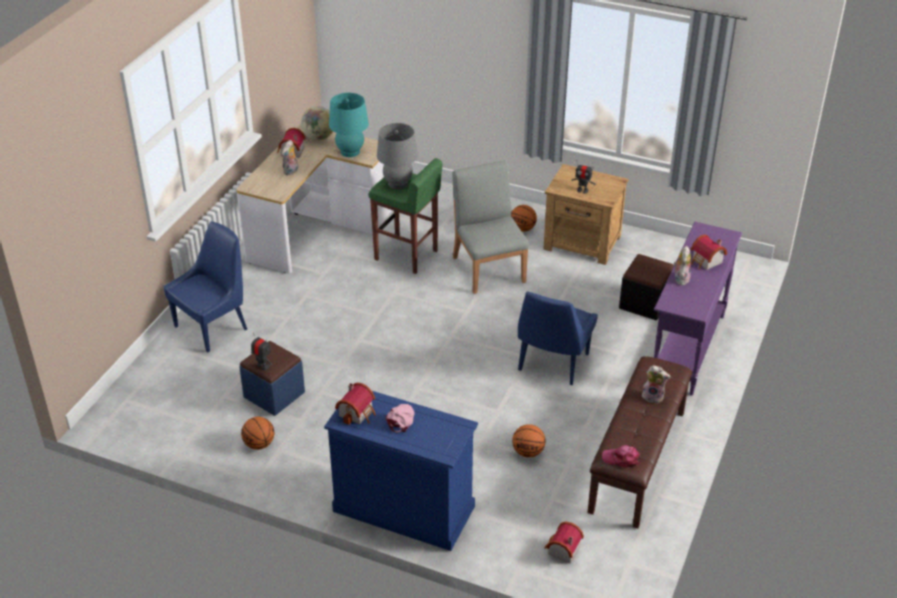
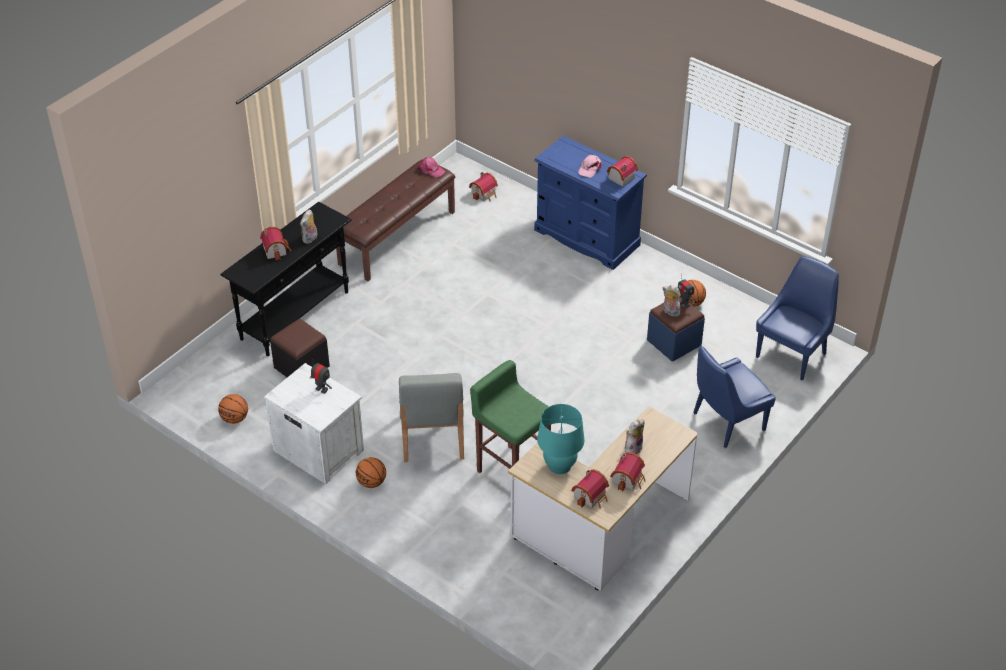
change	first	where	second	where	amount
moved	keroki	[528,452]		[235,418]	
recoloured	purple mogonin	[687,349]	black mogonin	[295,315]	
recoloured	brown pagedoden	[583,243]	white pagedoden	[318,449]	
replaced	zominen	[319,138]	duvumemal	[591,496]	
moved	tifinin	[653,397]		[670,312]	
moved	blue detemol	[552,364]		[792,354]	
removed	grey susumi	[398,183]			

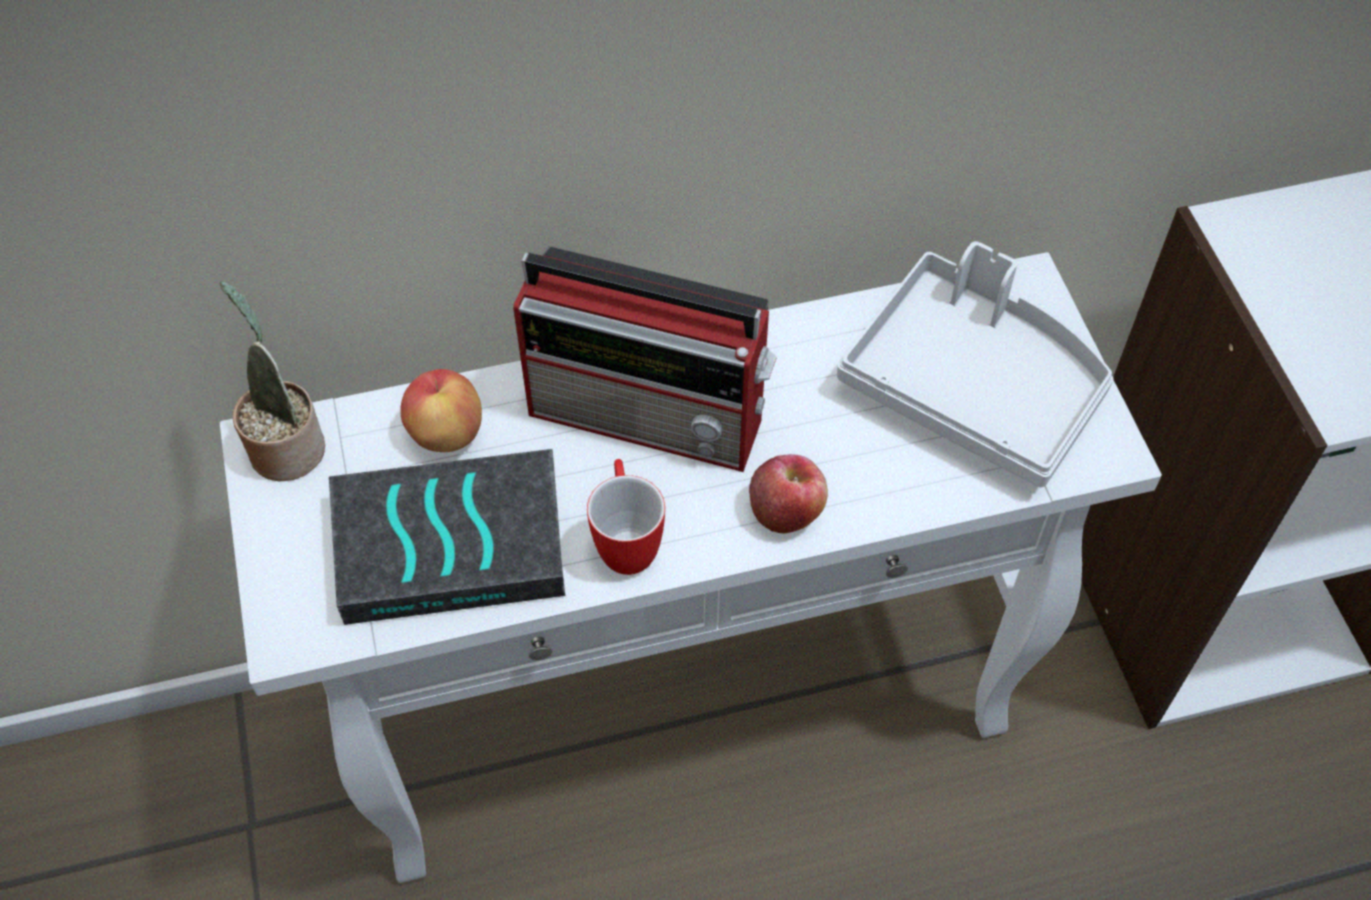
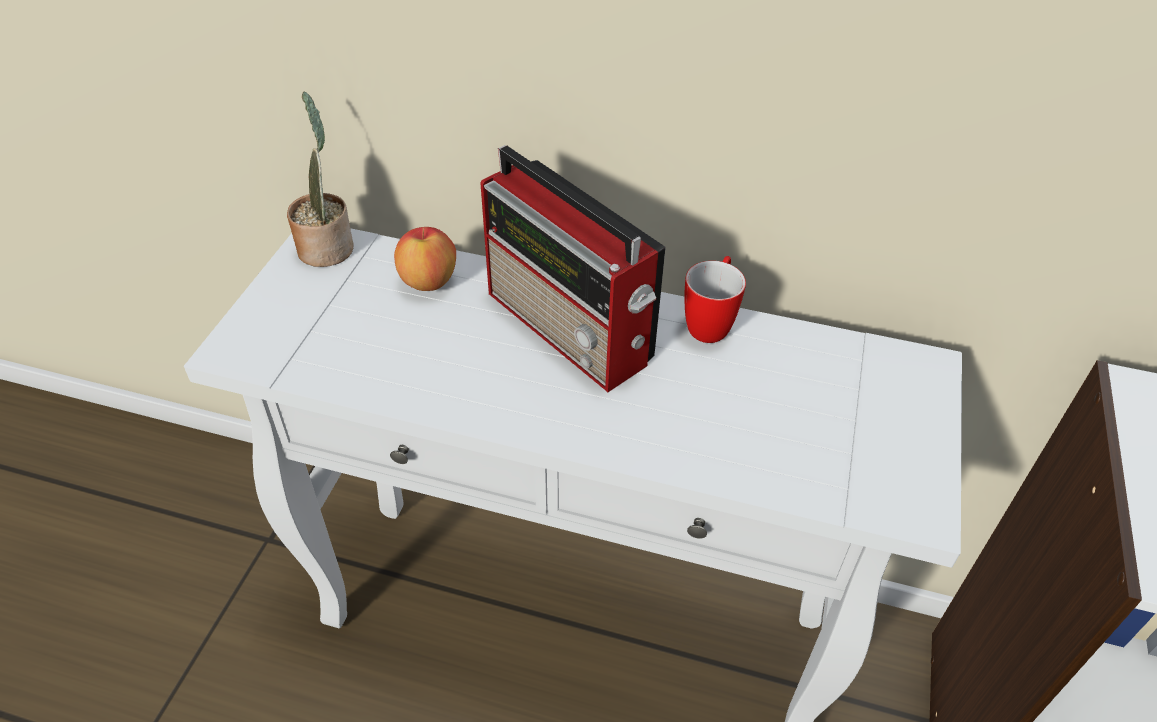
change	first	where	second	where	amount
moved	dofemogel	[626,540]		[711,322]	
removed	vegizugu	[453,542]			
removed	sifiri	[786,511]			
removed	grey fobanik	[974,386]			

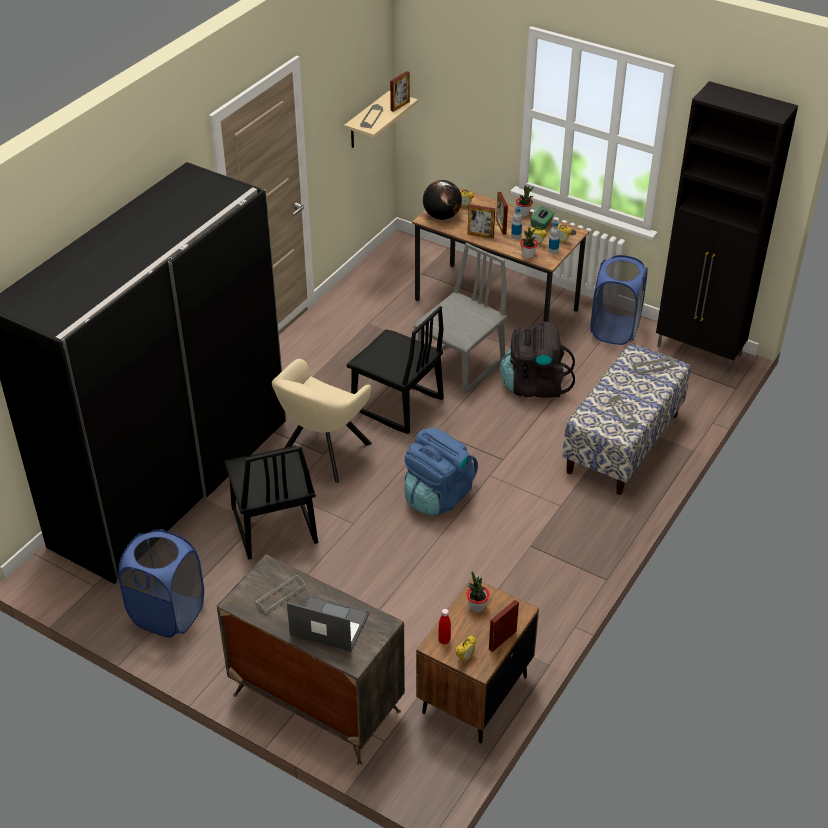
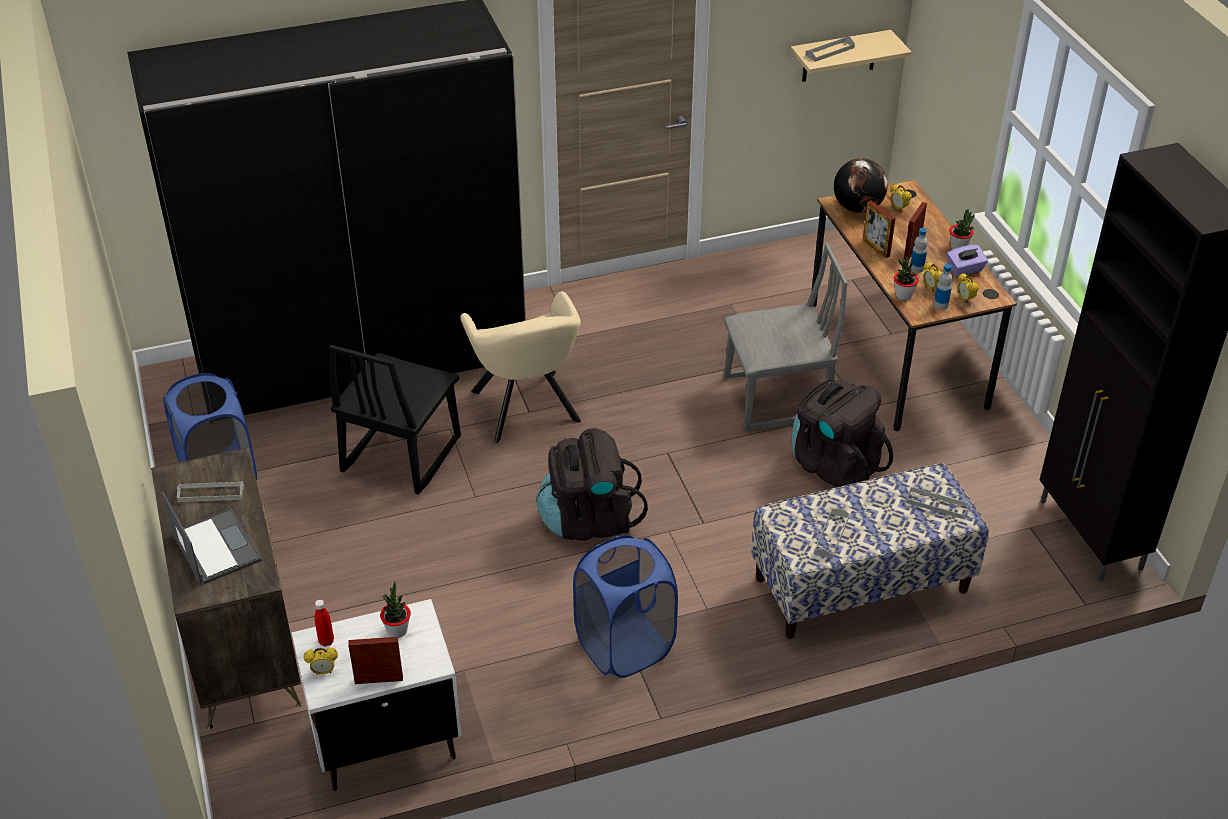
change	first	where	second	where	amount
recoloured	brown pagedoden	[474,695]	white pagedoden	[384,739]	
turned	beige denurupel	[321,453]		[527,410]	90 degrees counterclockwise
recoloured	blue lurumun	[437,496]	black lurumun	[589,520]	
moved	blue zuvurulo	[615,330]		[624,647]	
recoloured	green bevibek	[542,225]	purple bevibek	[965,270]	
removed	black detemol	[397,405]			
removed	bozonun	[400,106]			

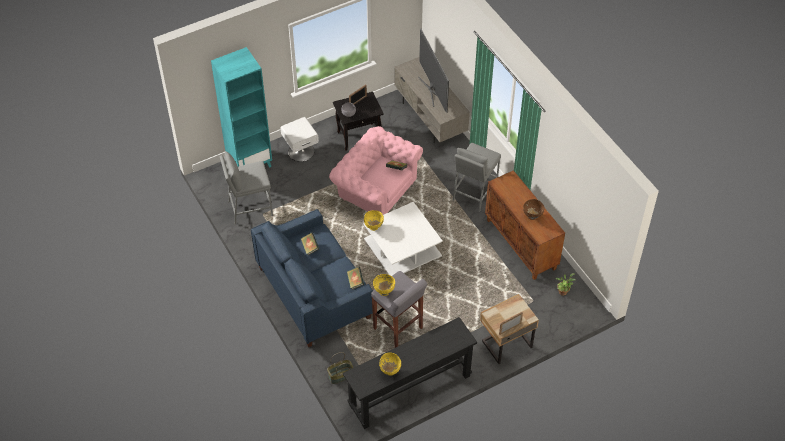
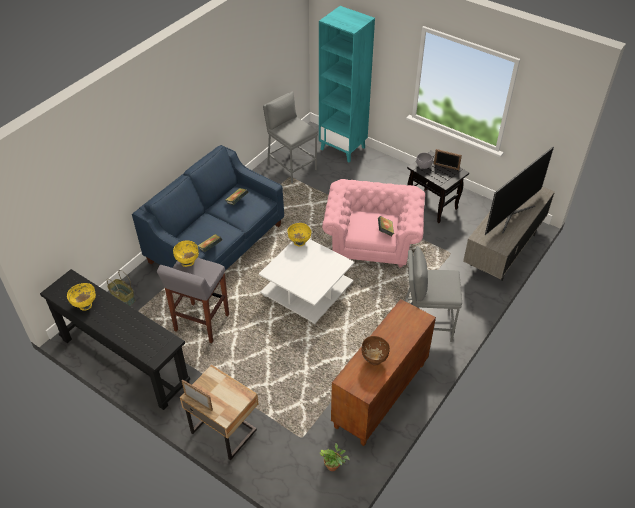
change	first	where	second	where	amount
removed	white pagedoden	[301,151]			

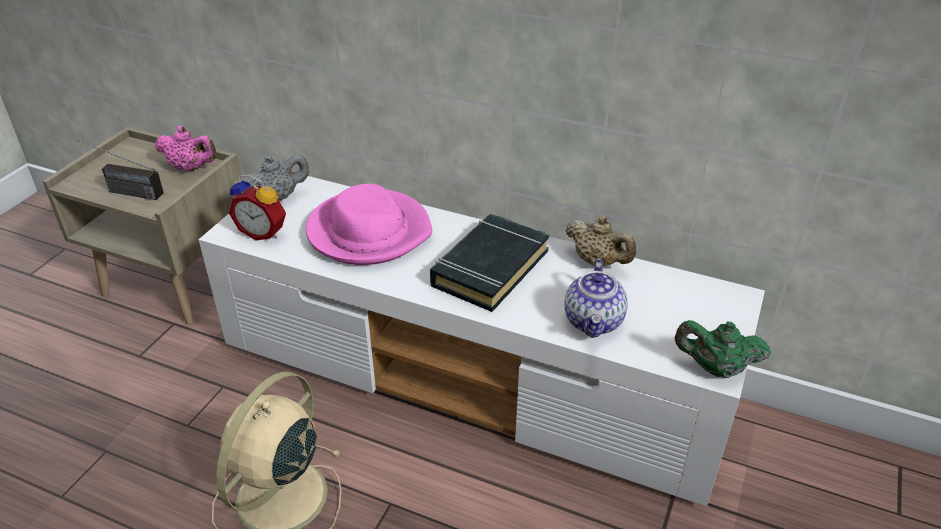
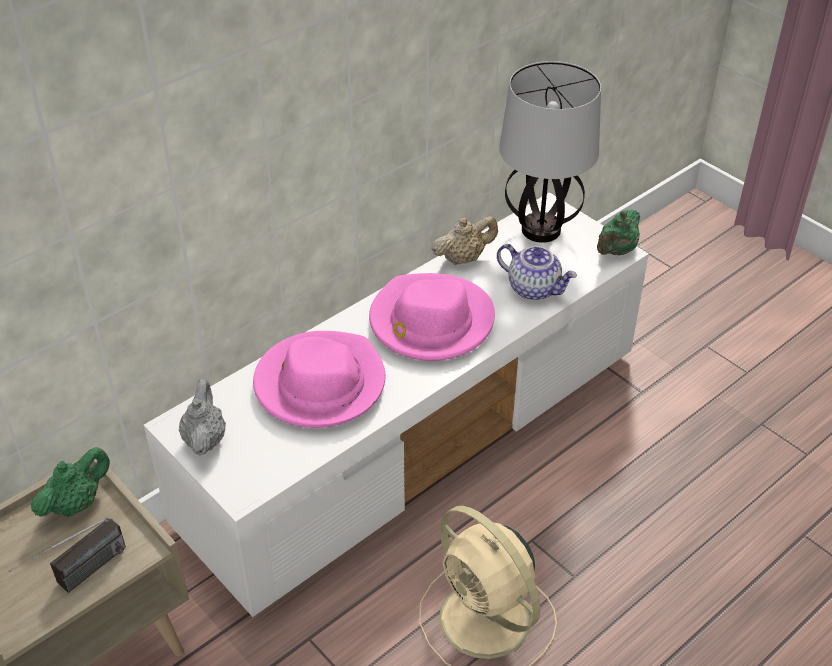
change	first	where	second	where	amount
recoloured	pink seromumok	[191,168]	green seromumok	[76,503]	
replaced	black vegizugu	[489,268]	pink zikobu	[430,322]	
added			susumi	[542,230]	
removed	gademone	[264,232]			

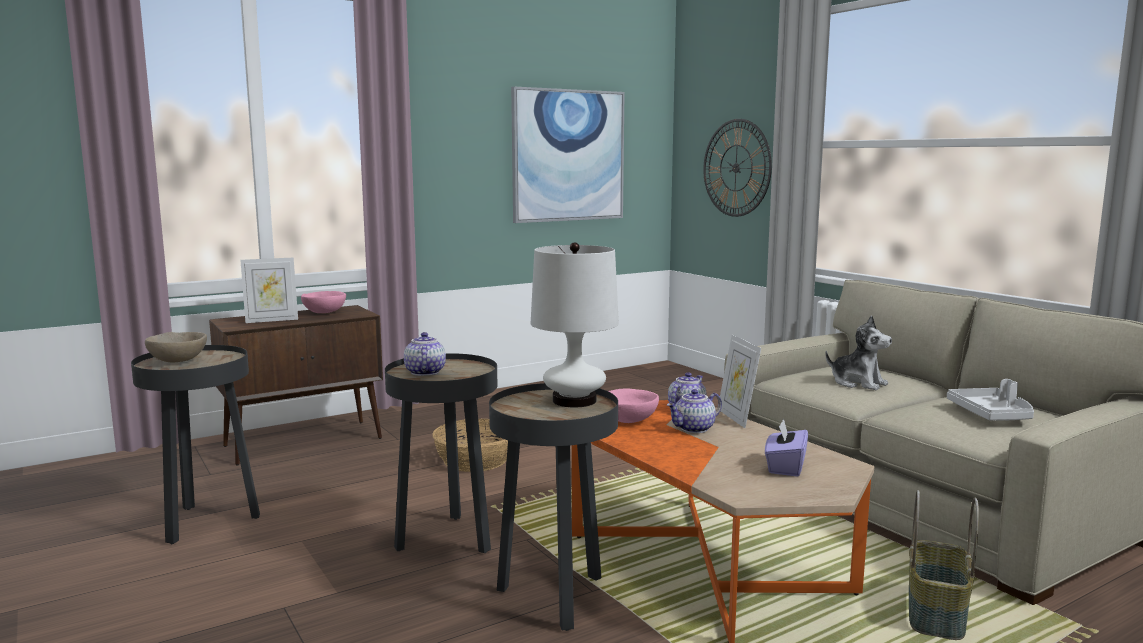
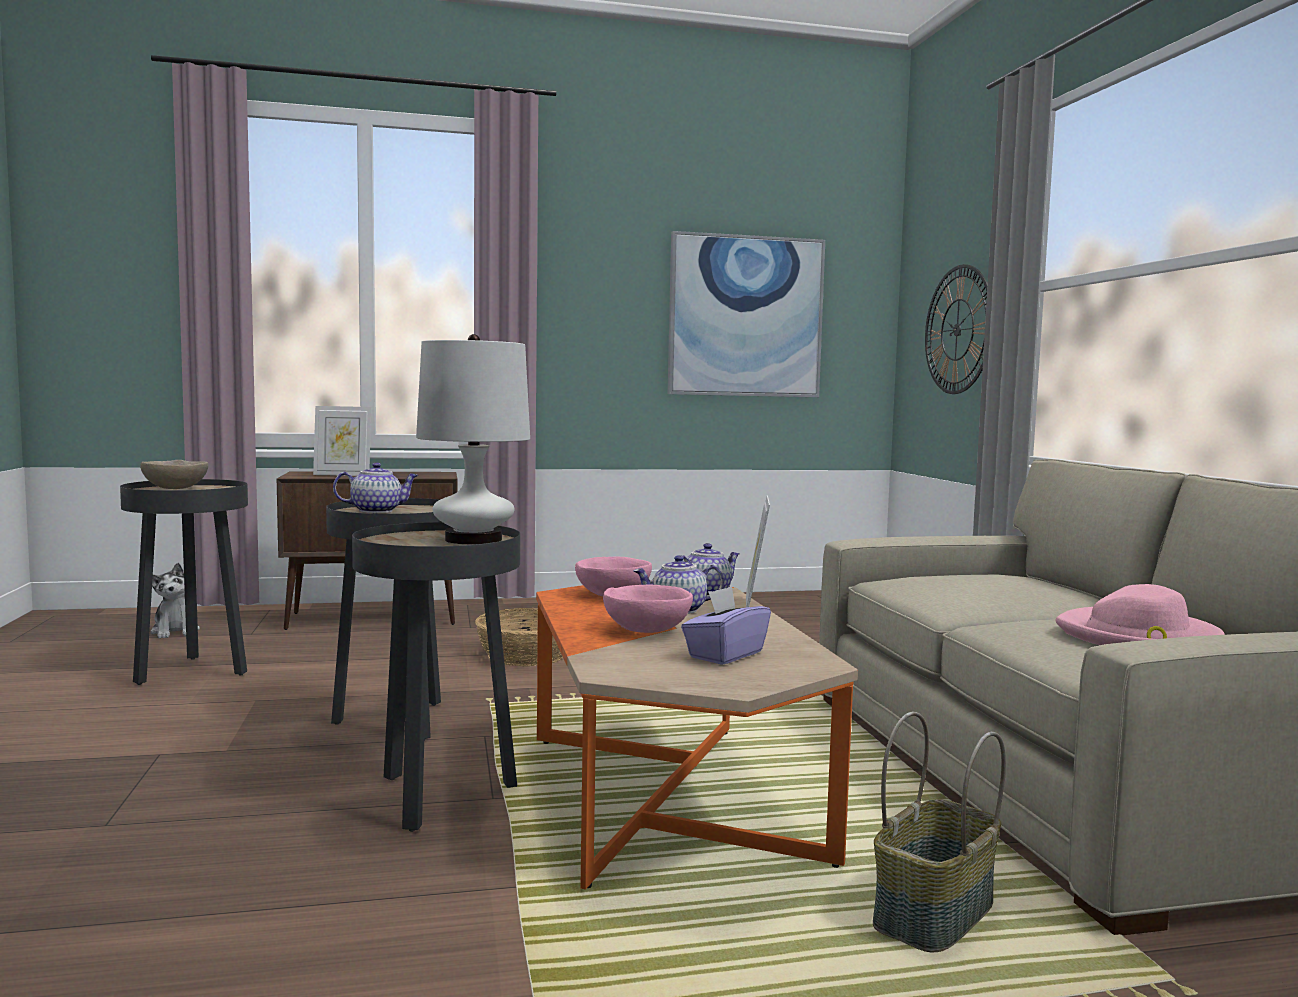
change	first	where	second	where	amount
moved	tifinin	[858,383]		[175,631]	
turned	seromumok	[424,372]		[377,511]	60 degrees clockwise
moved	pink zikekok	[325,312]		[648,630]	
replaced	grey fobanik	[991,415]	pink zikobu	[1139,638]	

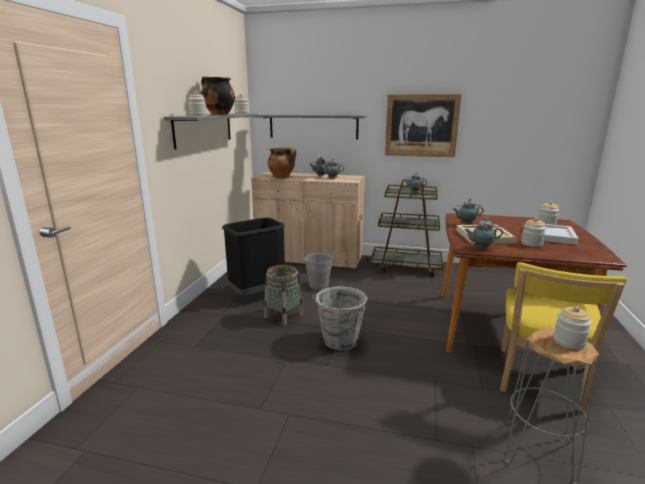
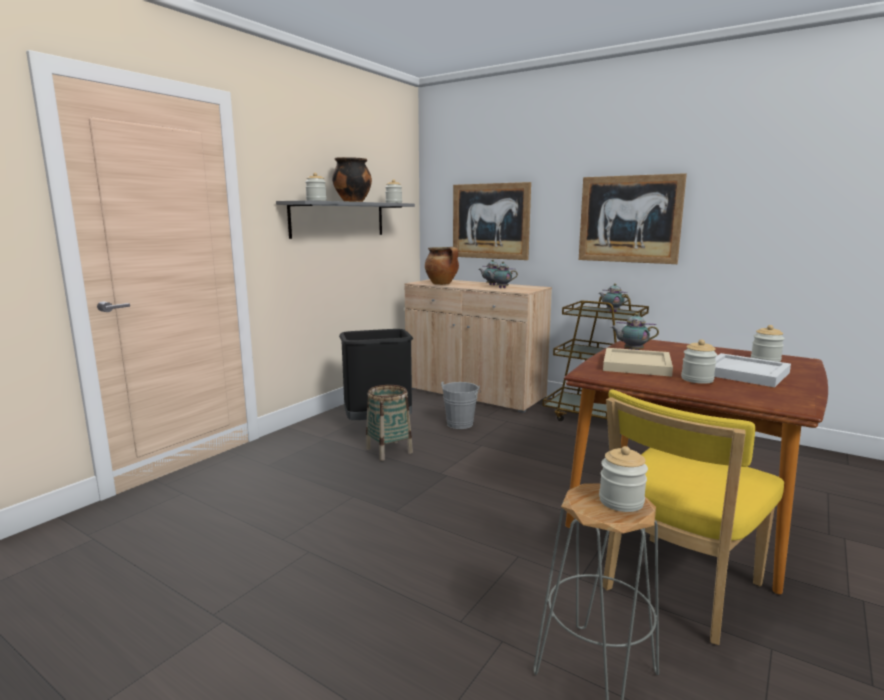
change	first	where	second	where	amount
replaced	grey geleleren	[313,126]	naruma	[490,221]	
removed	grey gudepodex	[339,341]			
removed	seromumok	[480,248]			

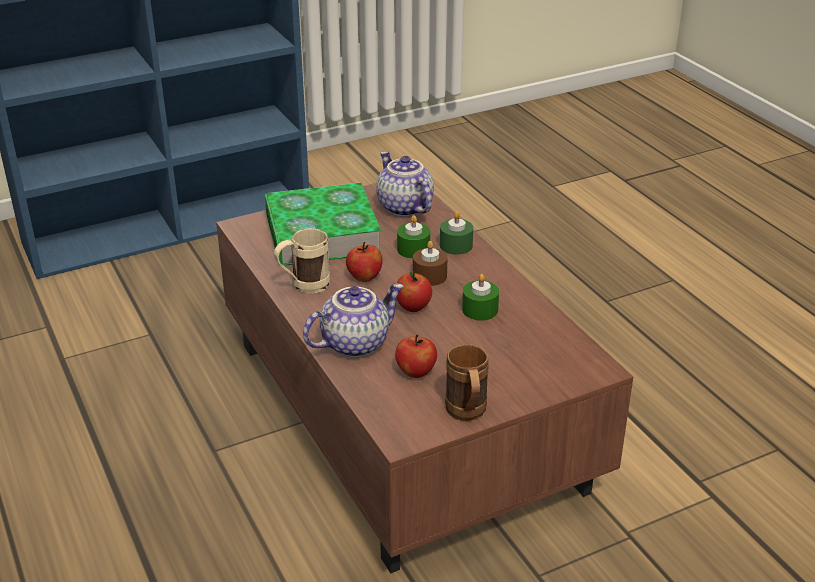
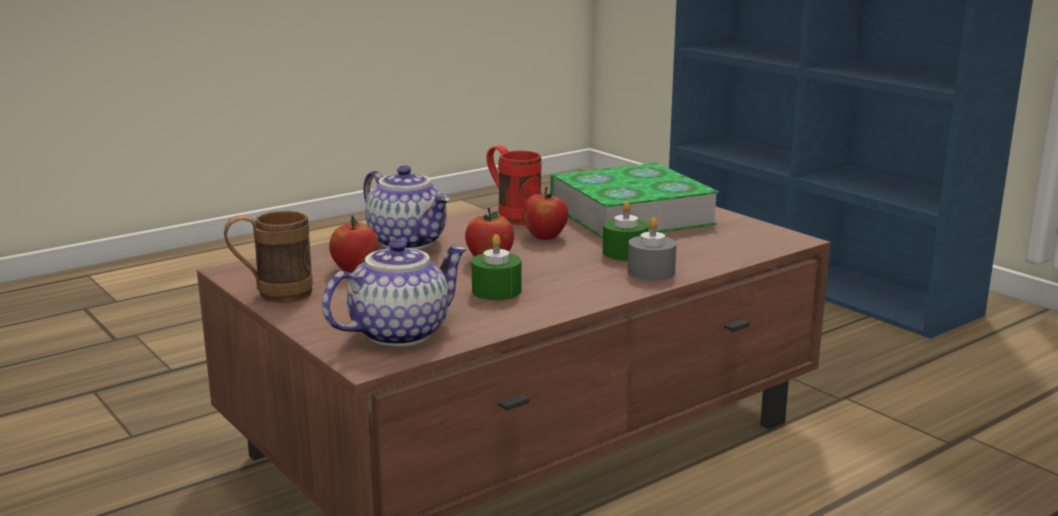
change	first	where	second	where	amount
moved	seromumok	[403,207]		[399,332]	
recoloured	beige dofemogel	[303,287]	red dofemogel	[512,216]	
recoloured	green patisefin	[456,245]	grey patisefin	[651,272]	
removed	brown patisefin	[429,276]			

